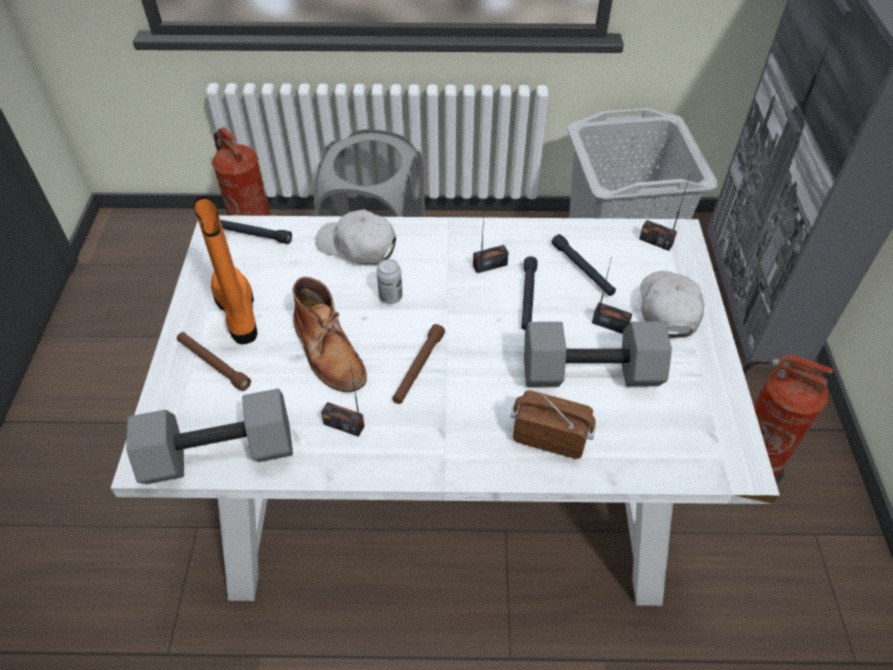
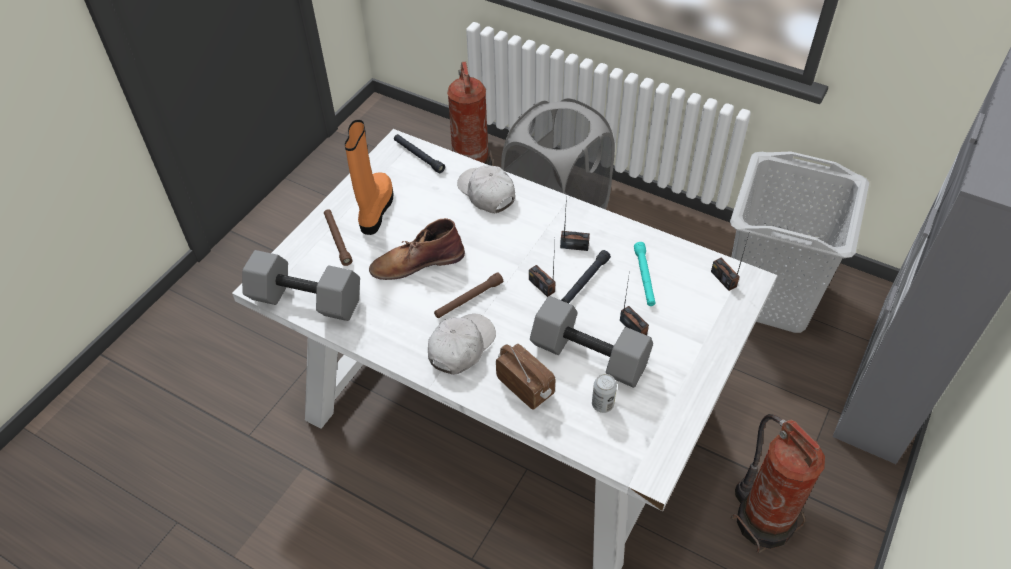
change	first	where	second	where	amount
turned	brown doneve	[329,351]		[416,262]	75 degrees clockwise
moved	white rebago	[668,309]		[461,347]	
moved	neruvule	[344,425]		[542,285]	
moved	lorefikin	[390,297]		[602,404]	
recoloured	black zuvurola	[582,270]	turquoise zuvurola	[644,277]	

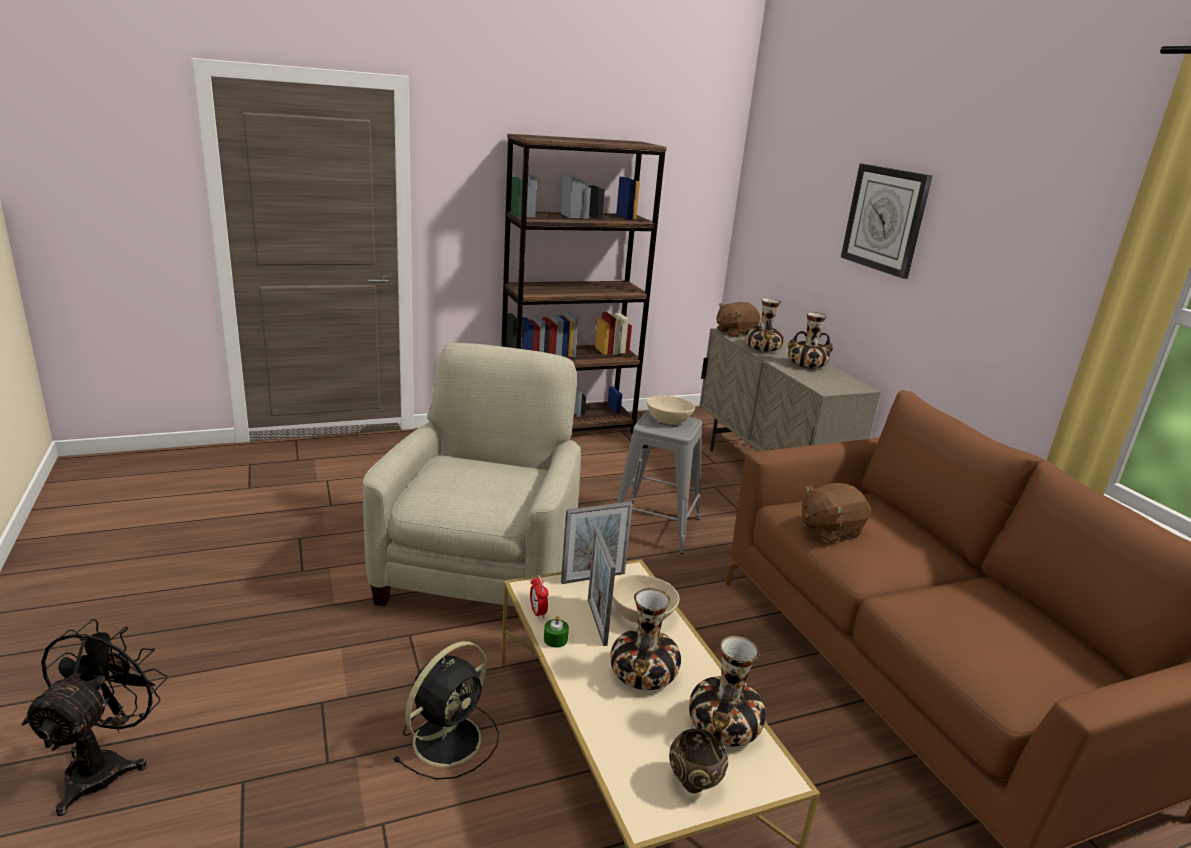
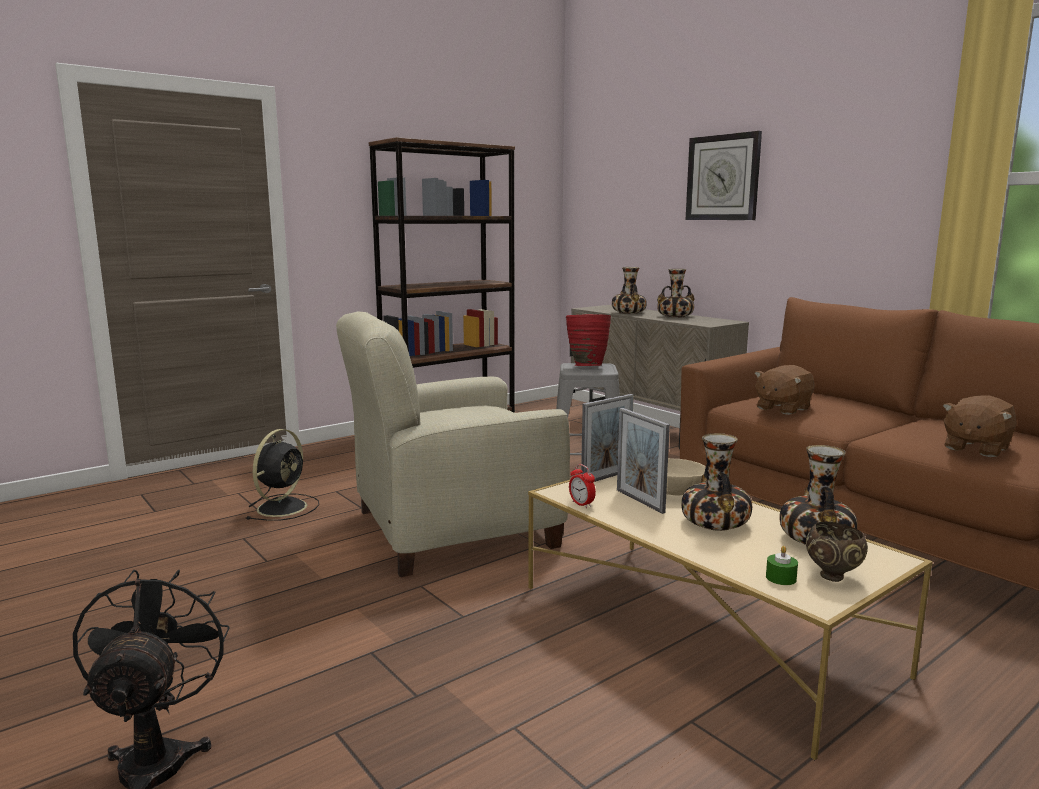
change	first	where	second	where	amount
moved	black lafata	[449,738]		[283,507]	
turned	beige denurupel	[481,570]		[452,529]	105 degrees counterclockwise
replaced	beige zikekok	[668,420]	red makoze	[586,366]	
moved	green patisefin	[555,639]		[781,578]	
moved	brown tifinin	[734,333]		[975,448]	

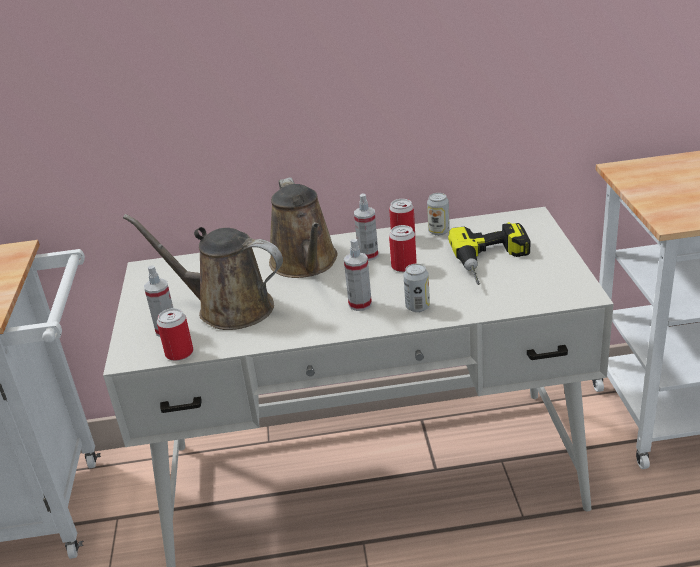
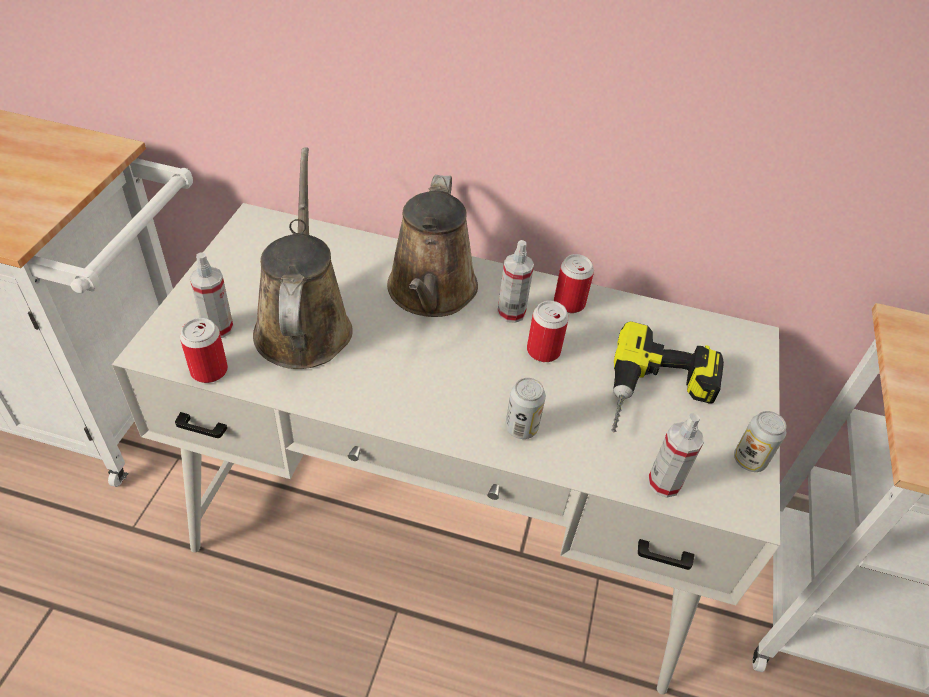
change	first	where	second	where	amount
turned	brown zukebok	[228,308]		[304,324]	45 degrees clockwise
moved	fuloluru	[360,304]		[664,483]	
moved	lorefikin	[439,231]		[749,460]	

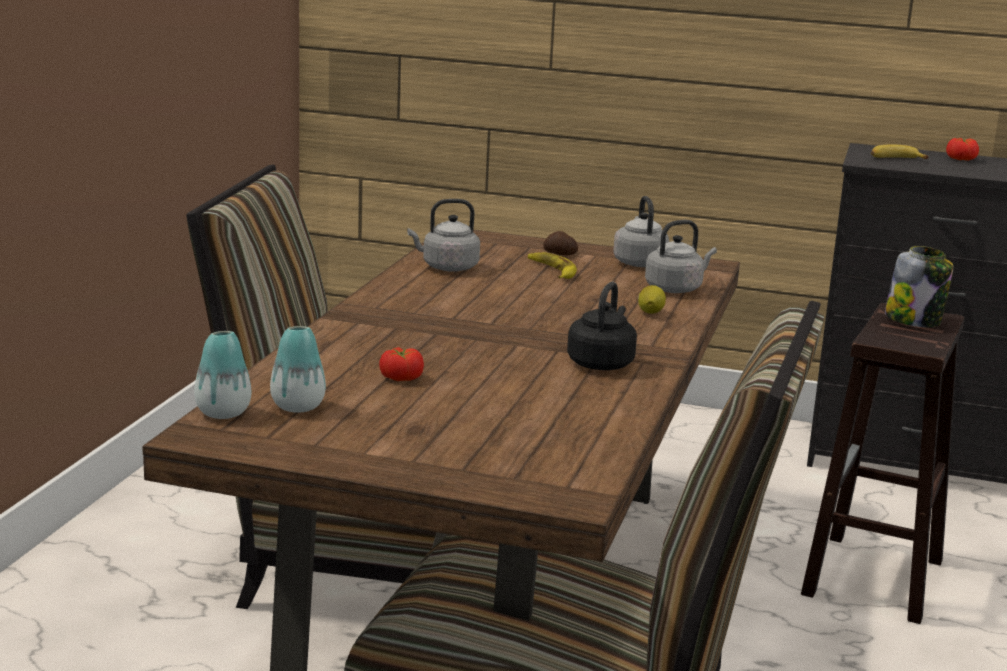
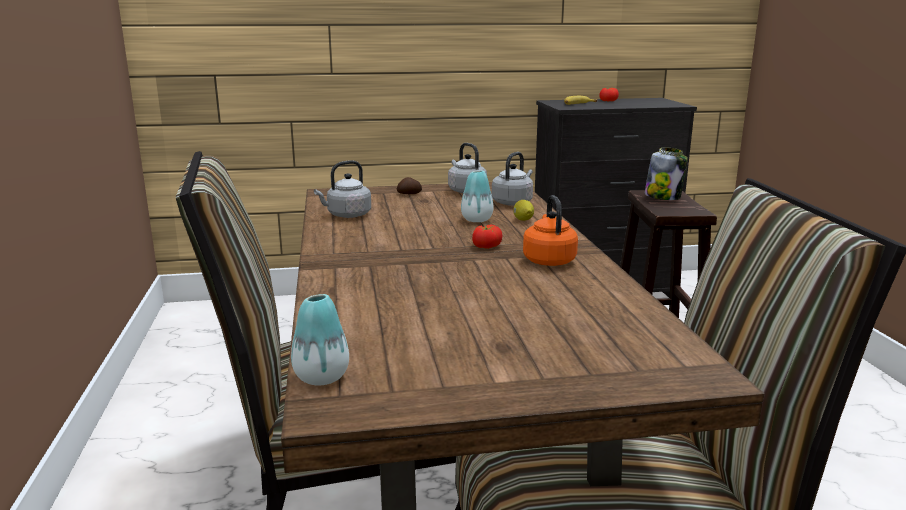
change	first	where	second	where	amount
moved	makoze	[298,407]		[477,220]	
moved	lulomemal	[401,377]		[486,246]	
recoloured	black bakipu	[601,363]	orange bakipu	[548,260]	
removed	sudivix	[552,271]			

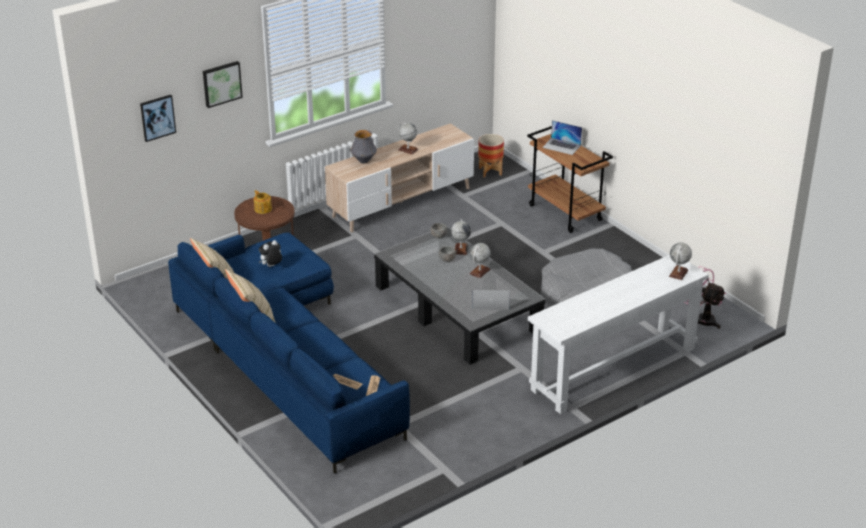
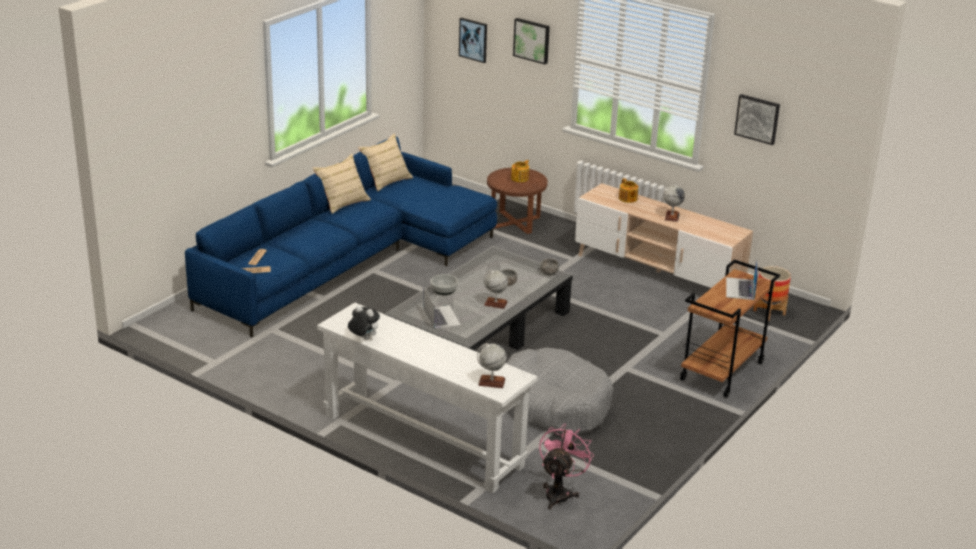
change	first	where	second	where	amount
moved	tifinin	[271,266]		[363,338]	
added			zikekok	[444,290]	
replaced	makoze	[363,161]	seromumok	[628,199]	
added			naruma	[757,118]	
removed	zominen	[461,249]			

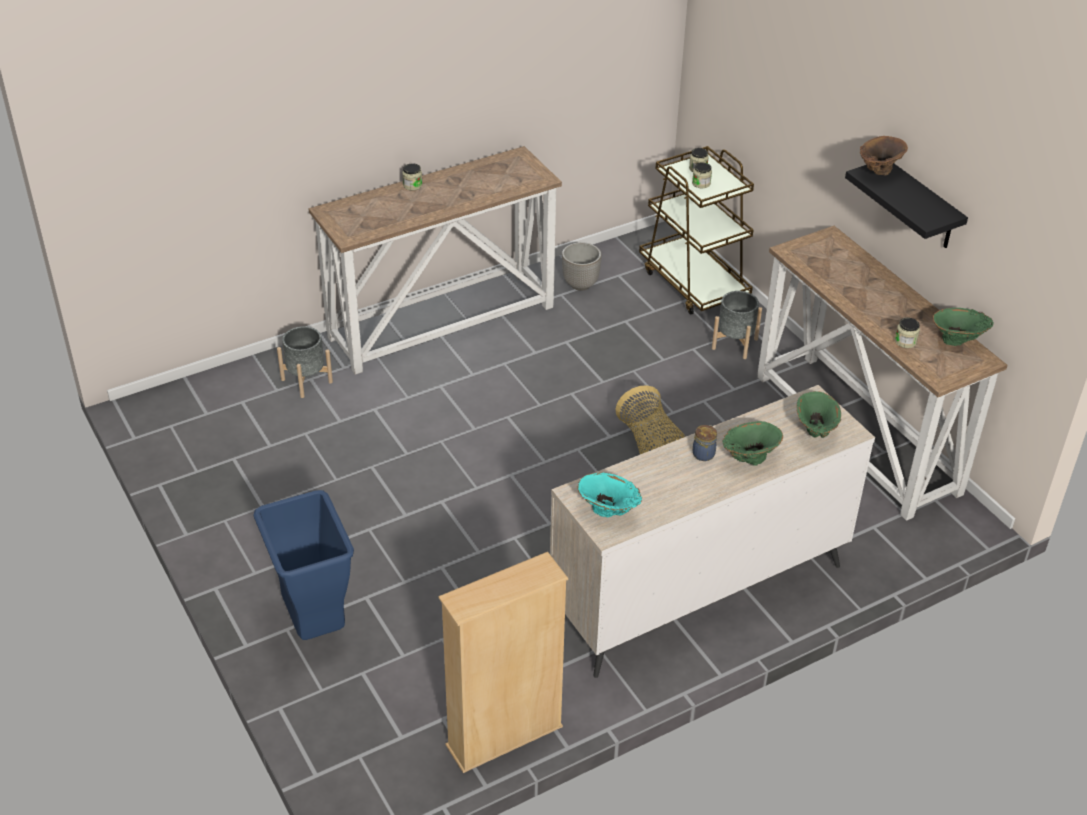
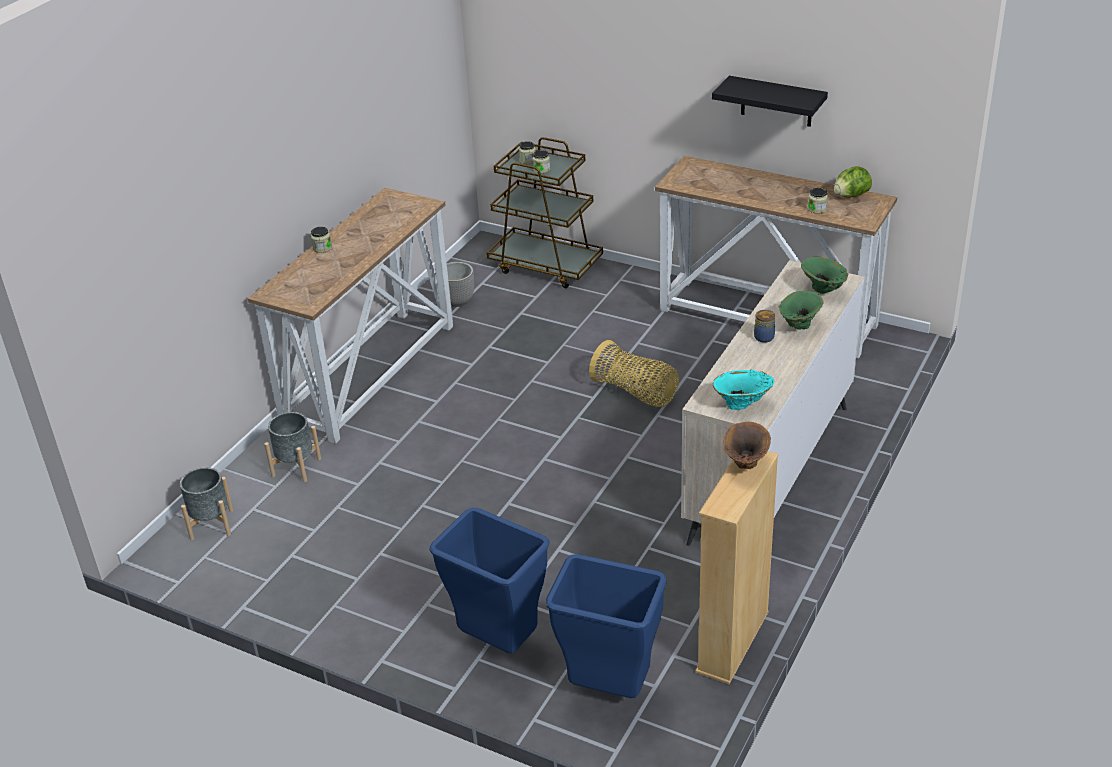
change	first	where	second	where	amount
moved	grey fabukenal	[734,344]		[211,524]	
added			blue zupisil	[608,691]	
moved	brown makoze	[878,172]		[745,465]	
replaced	green makoze	[957,342]	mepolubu	[851,196]	

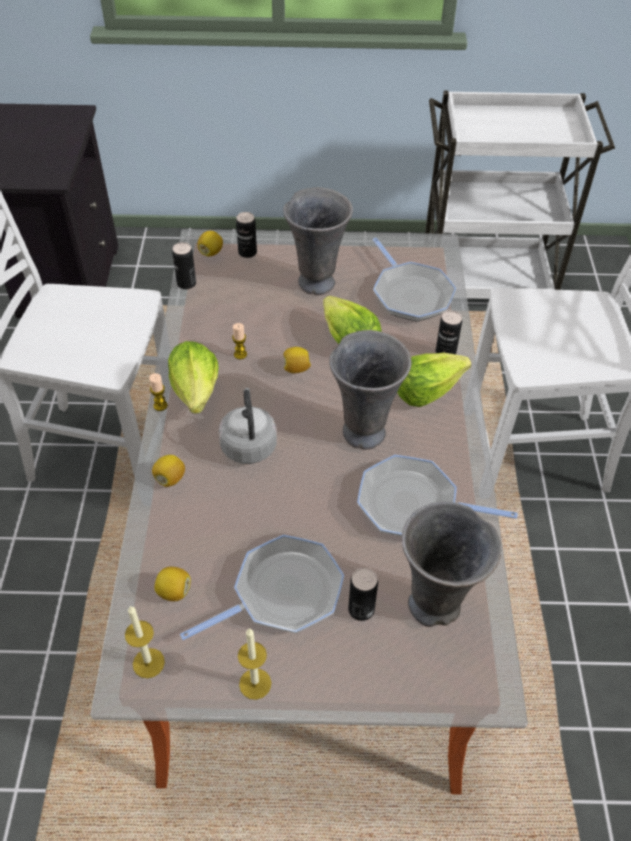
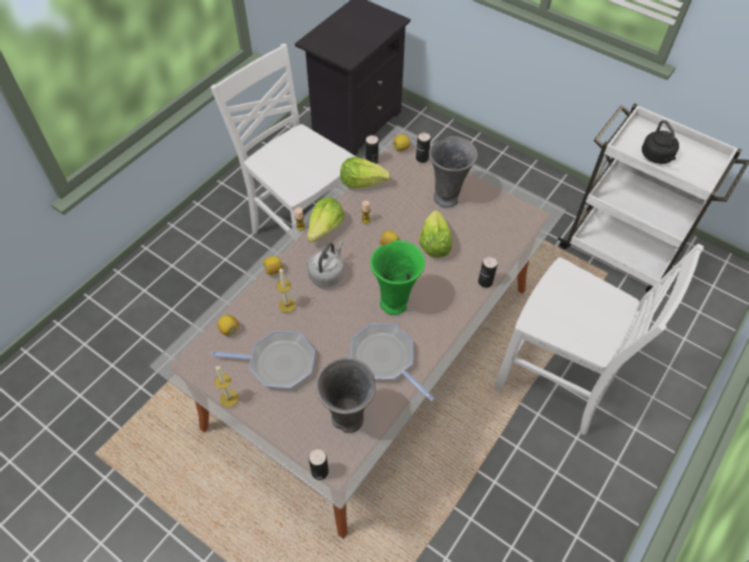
change	first	where	second	where	amount
moved	patisefin	[148,663]		[287,305]	
moved	lorefikin	[361,609]		[319,471]	
moved	mepolubu	[426,390]		[363,181]	
recoloured	grey makoze	[364,431]	green makoze	[395,302]	
added			black bakipu	[657,157]	
removed	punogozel	[410,294]			

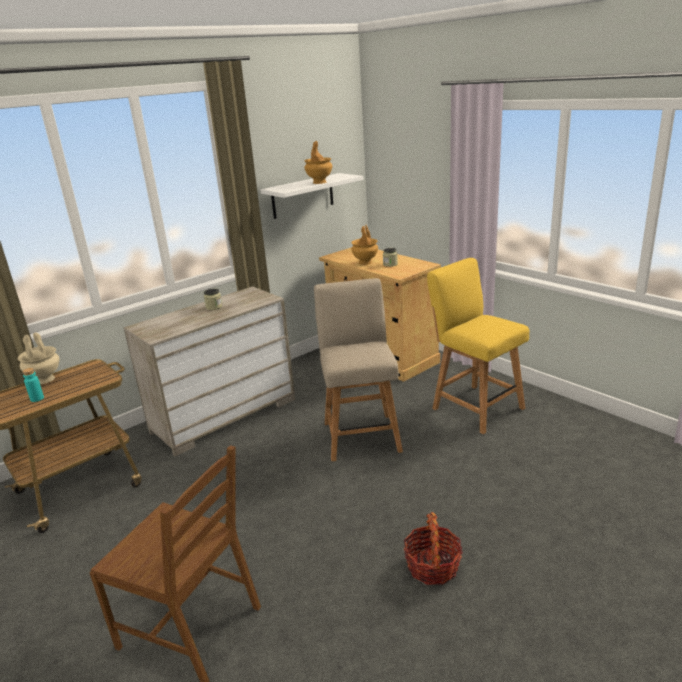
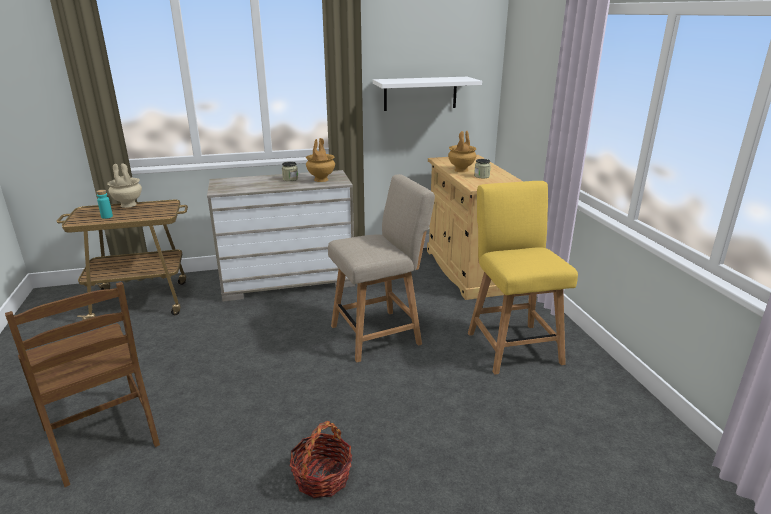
change	first	where	second	where	amount
moved	brown makoze	[319,182]		[321,179]	
turned	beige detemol	[361,434]		[380,334]	45 degrees clockwise

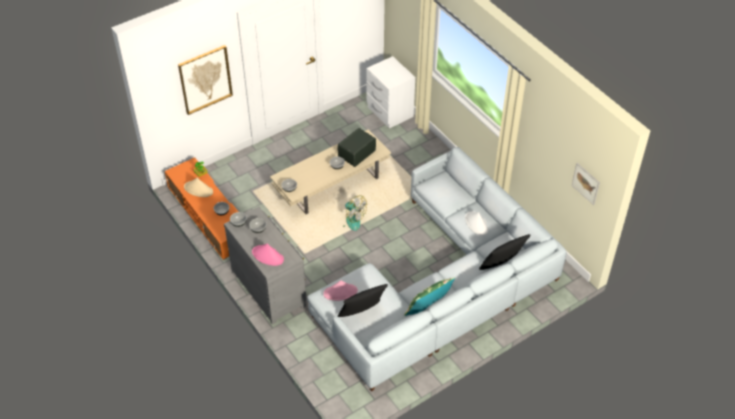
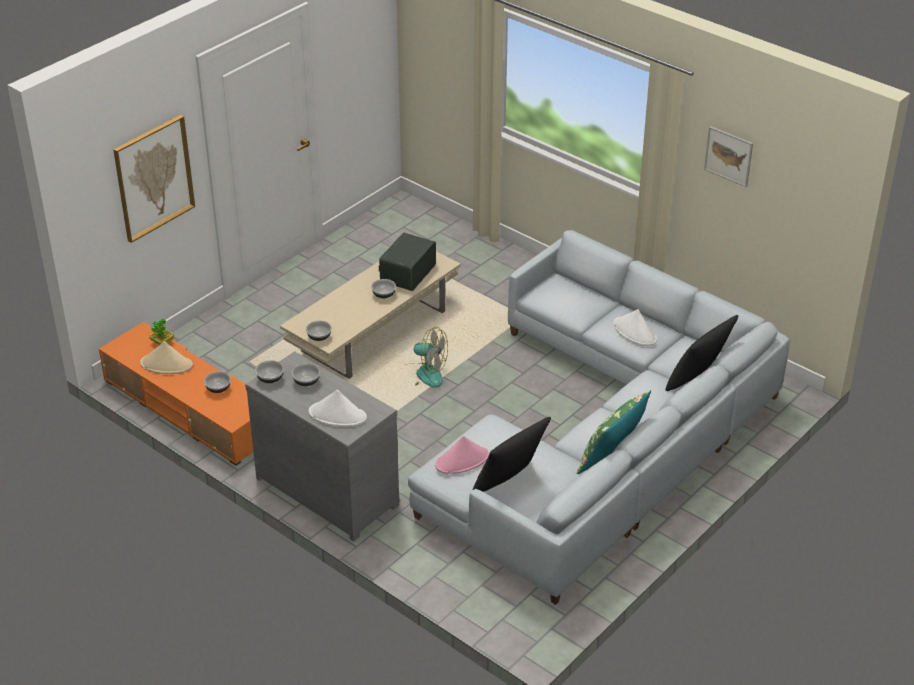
change	first	where	second	where	amount
recoloured	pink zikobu	[268,256]	white zikobu	[338,415]	
moved	naruma	[586,183]		[728,156]	
removed	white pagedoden	[389,112]			

